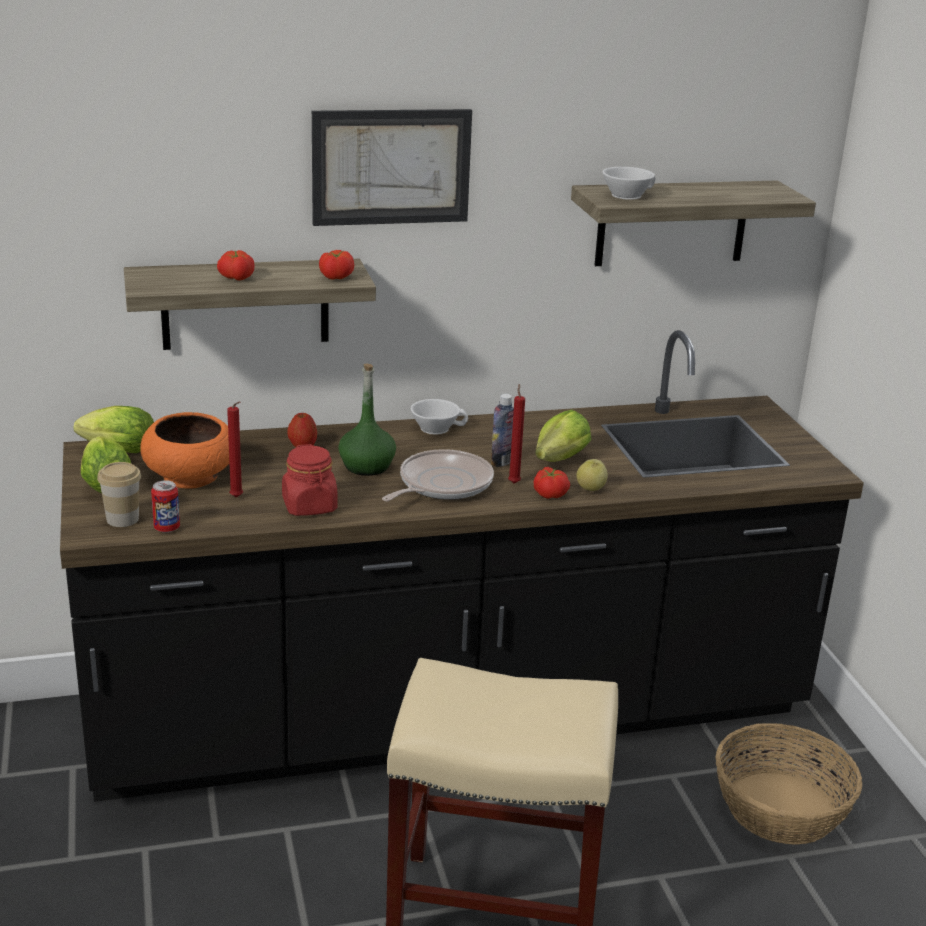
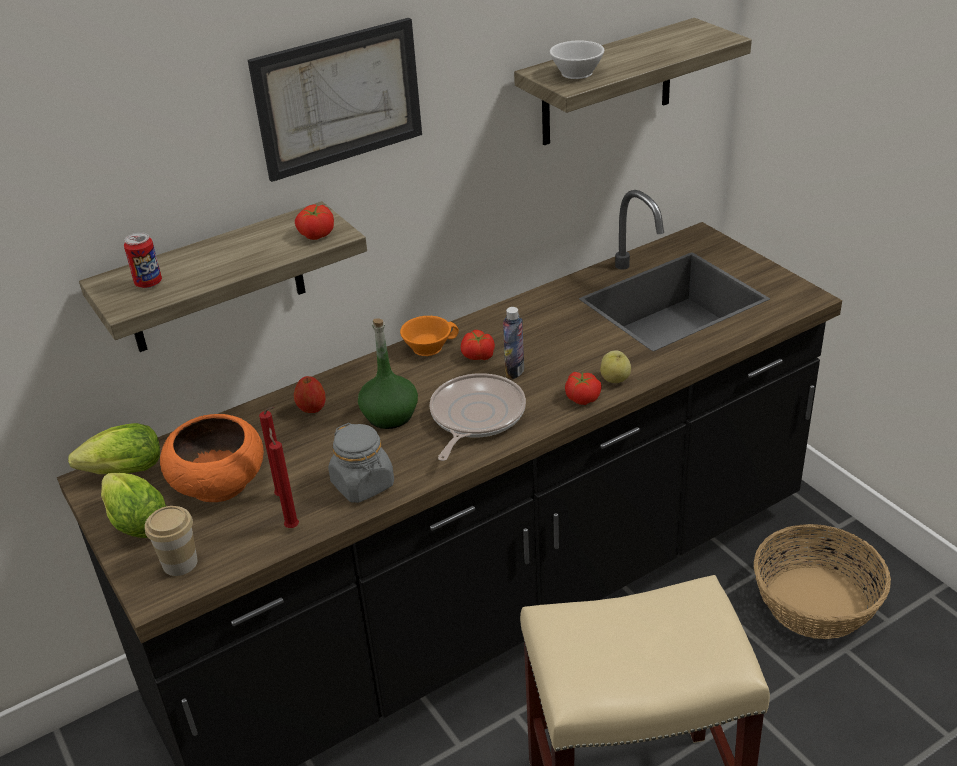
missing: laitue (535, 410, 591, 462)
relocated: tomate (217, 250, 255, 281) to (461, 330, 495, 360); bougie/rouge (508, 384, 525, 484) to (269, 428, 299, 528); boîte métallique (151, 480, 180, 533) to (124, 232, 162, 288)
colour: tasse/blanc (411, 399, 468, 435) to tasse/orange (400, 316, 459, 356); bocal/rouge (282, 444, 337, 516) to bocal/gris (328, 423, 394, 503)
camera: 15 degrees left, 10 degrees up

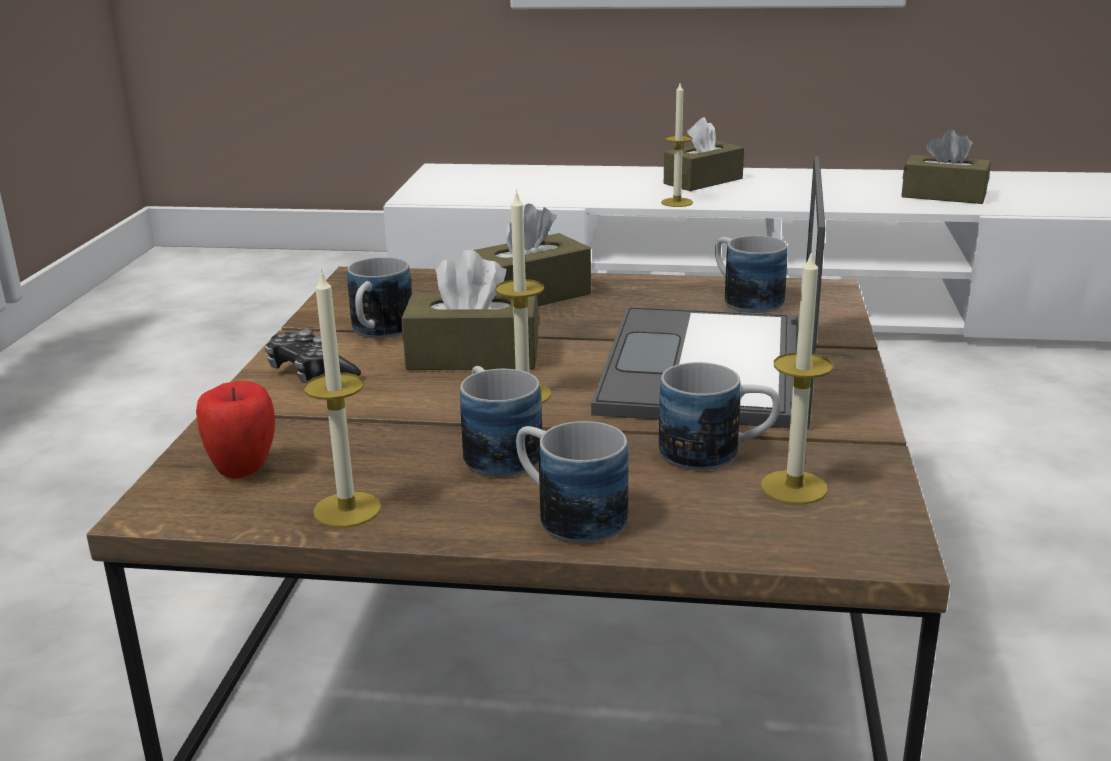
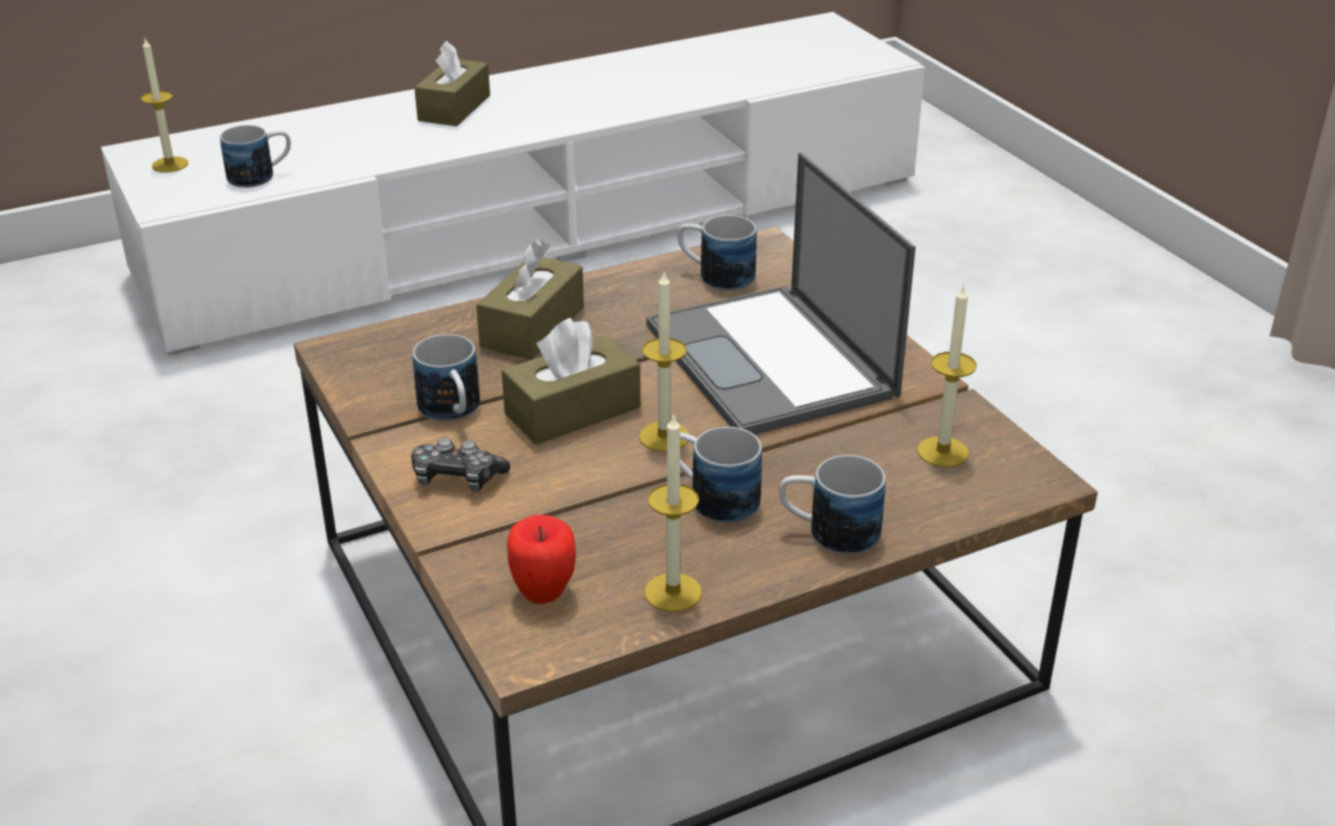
missing: boîte à mouchoirs/marron (901, 129, 991, 204)
relocated: bougie (661, 83, 693, 207) to (141, 39, 188, 173); mug (659, 362, 780, 470) to (220, 125, 291, 188)
camera: 35 degrees left, 10 degrees up

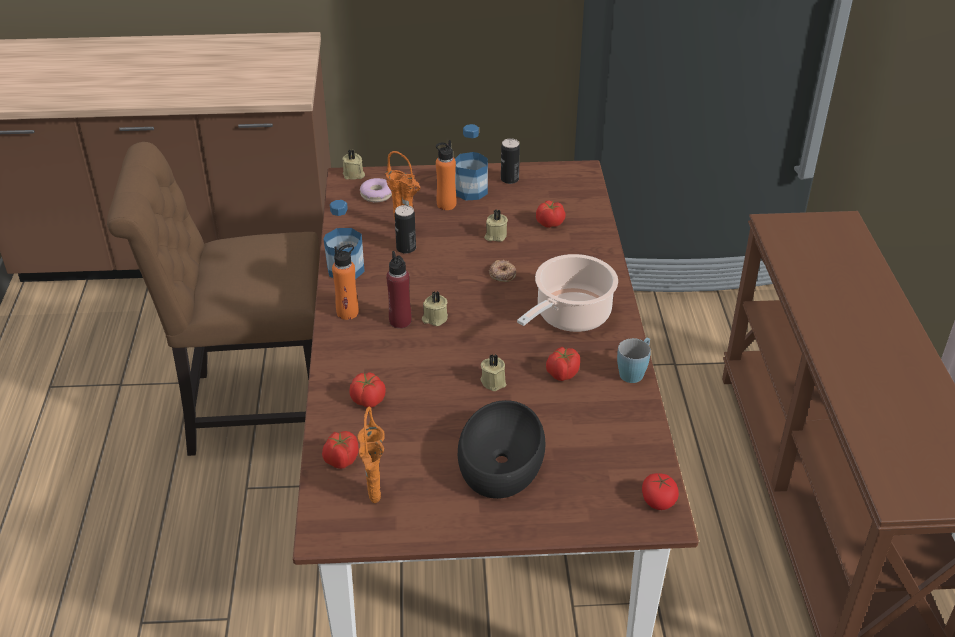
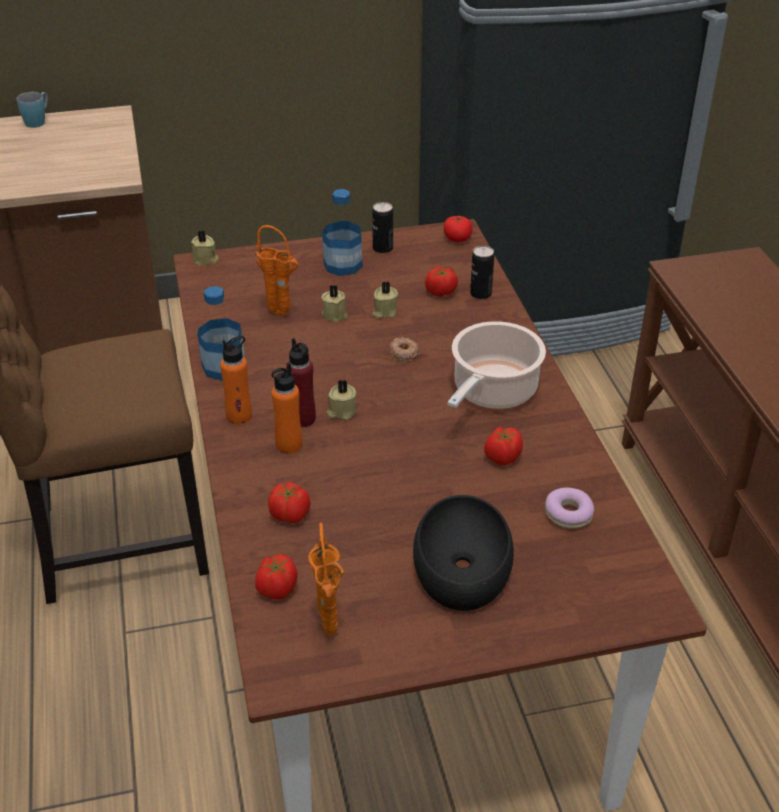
relocated: bouteille/orange (436, 140, 456, 210) to (271, 363, 302, 454); beignet (360, 178, 392, 202) to (545, 488, 594, 529); boîte métallique (395, 205, 416, 254) to (470, 246, 494, 299); mug/bleu (617, 338, 651, 383) to (17, 92, 48, 128); bougie/beige (481, 354, 506, 391) to (321, 285, 348, 322); tomate (642, 473, 679, 510) to (444, 216, 472, 242)
camera: 10 degrees left, 0 degrees up

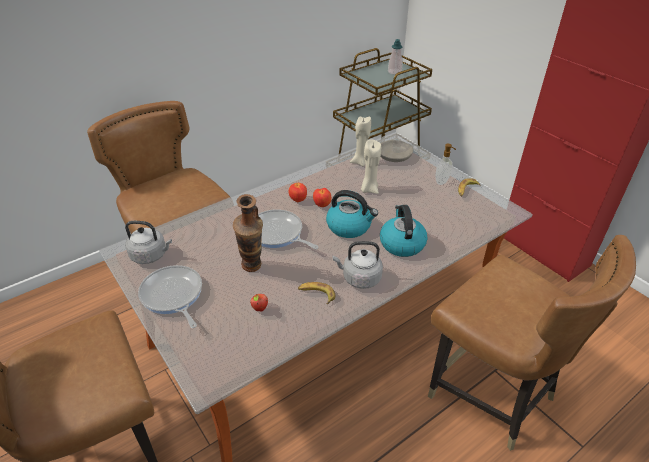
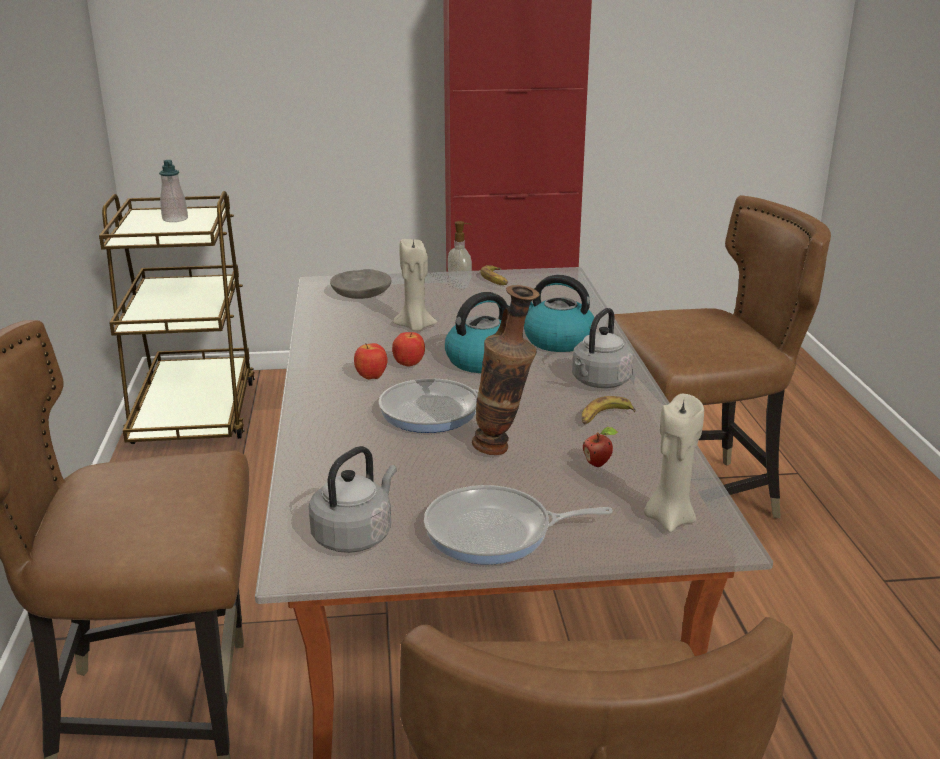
relocated: bougie/beige (350, 116, 371, 167) to (644, 394, 704, 532)
camera: 60 degrees left, 15 degrees down

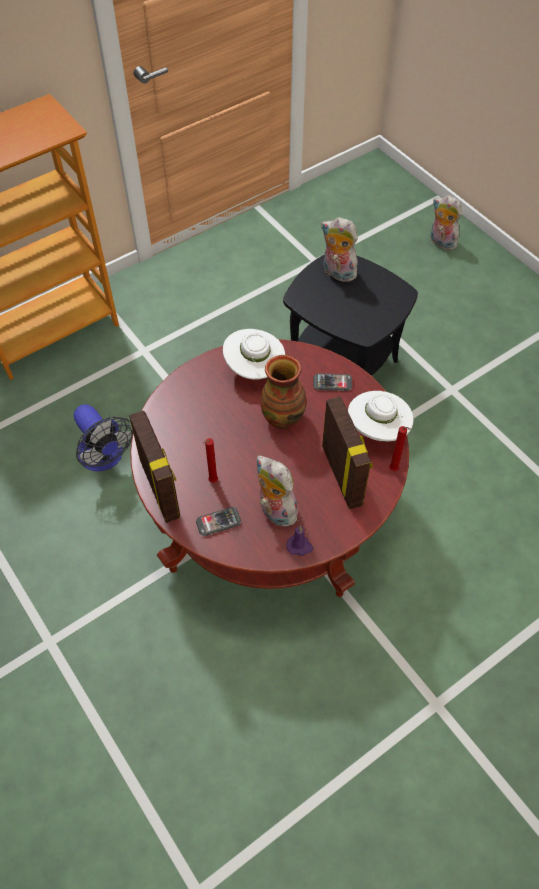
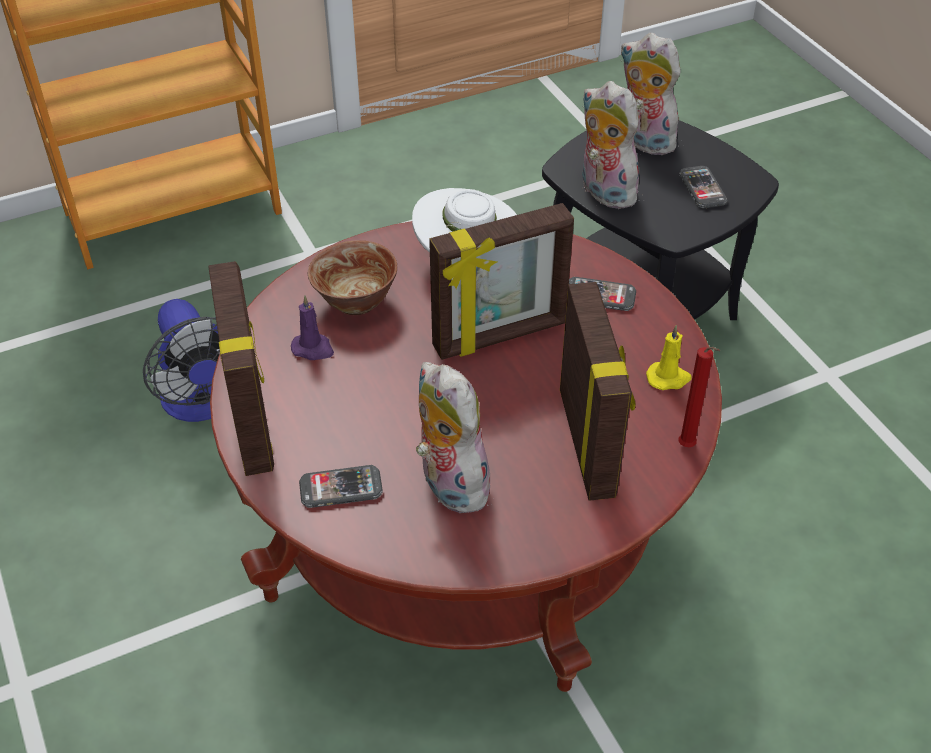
missing: bougie/rouge (203, 438, 218, 483)
appeared: téléphone (679, 166, 727, 208); bol (308, 240, 397, 315)
relocated: peluche (431, 195, 462, 250) to (582, 81, 639, 209); bougie/violet (286, 526, 313, 556) to (291, 295, 334, 360)
exchanged: vase (260, 355, 306, 429) to cadre photo (429, 203, 574, 360); chapeau/blanc (348, 391, 414, 442) to bougie/jaune (646, 325, 692, 390)
camera: 10 degrees right, 10 degrees down

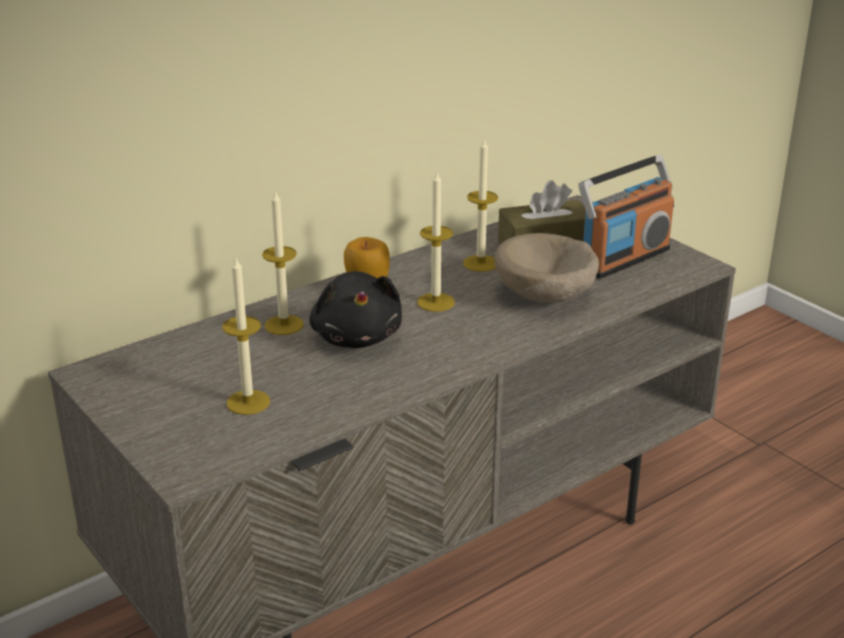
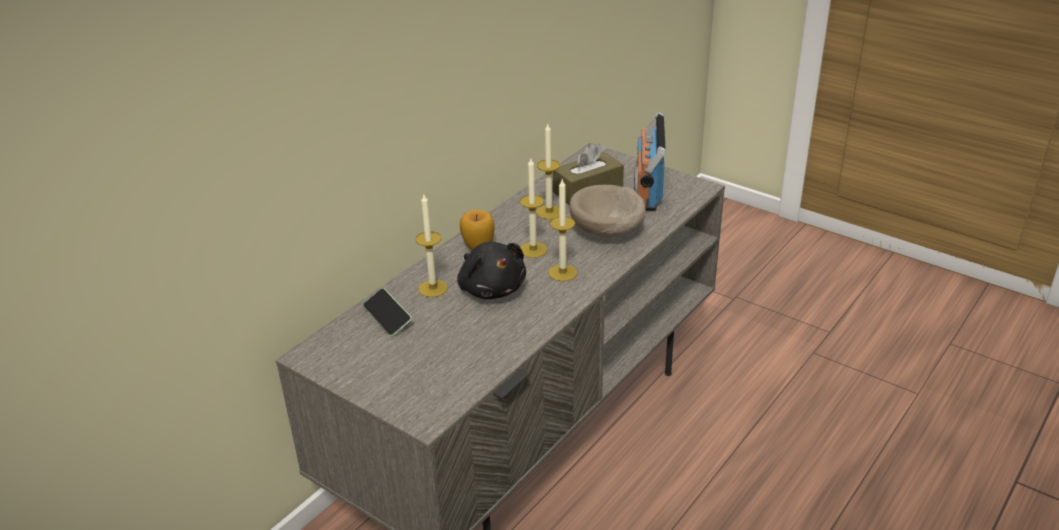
appeared: téléphone (363, 288, 412, 336)
relocated: bougie (223, 256, 270, 415) to (549, 179, 577, 281)
spun: radio (578, 154, 674, 279) = (634, 112, 666, 211) 150 degrees clockwise
camera: 15 degrees left, 5 degrees up

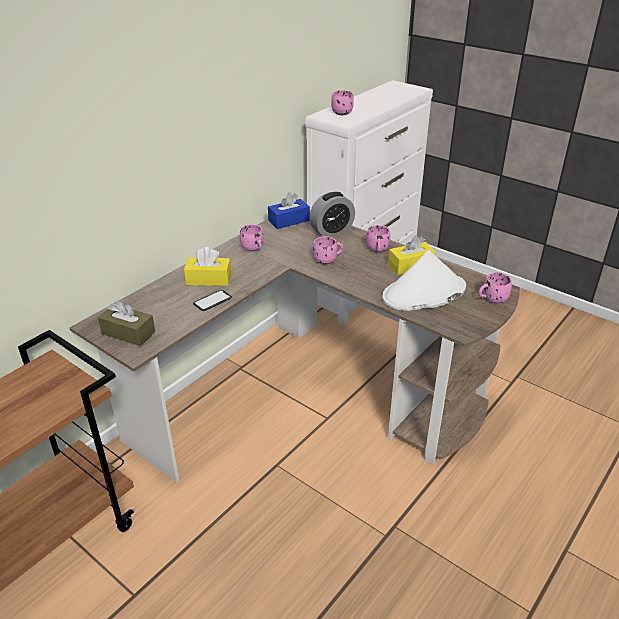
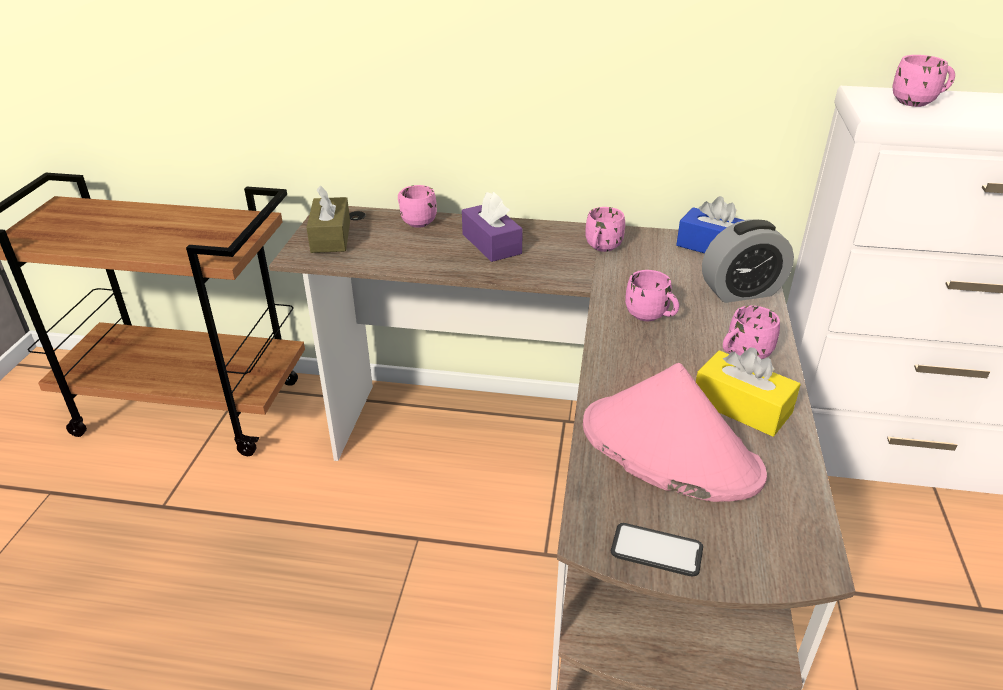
relocated: mug/rose (478, 273, 512, 303) to (398, 185, 437, 228); téléphone (193, 290, 232, 311) to (611, 523, 703, 576)
colour: boîte à mouchoirs/jaune (184, 247, 231, 286) to boîte à mouchoirs/violet (462, 192, 523, 262); chapeau/blanc (382, 250, 466, 311) to chapeau/rose (583, 363, 767, 502)
spun: réveil (309, 192, 355, 236) = (702, 219, 794, 303) 45 degrees counterclockwise
camera: 60 degrees right, 0 degrees up

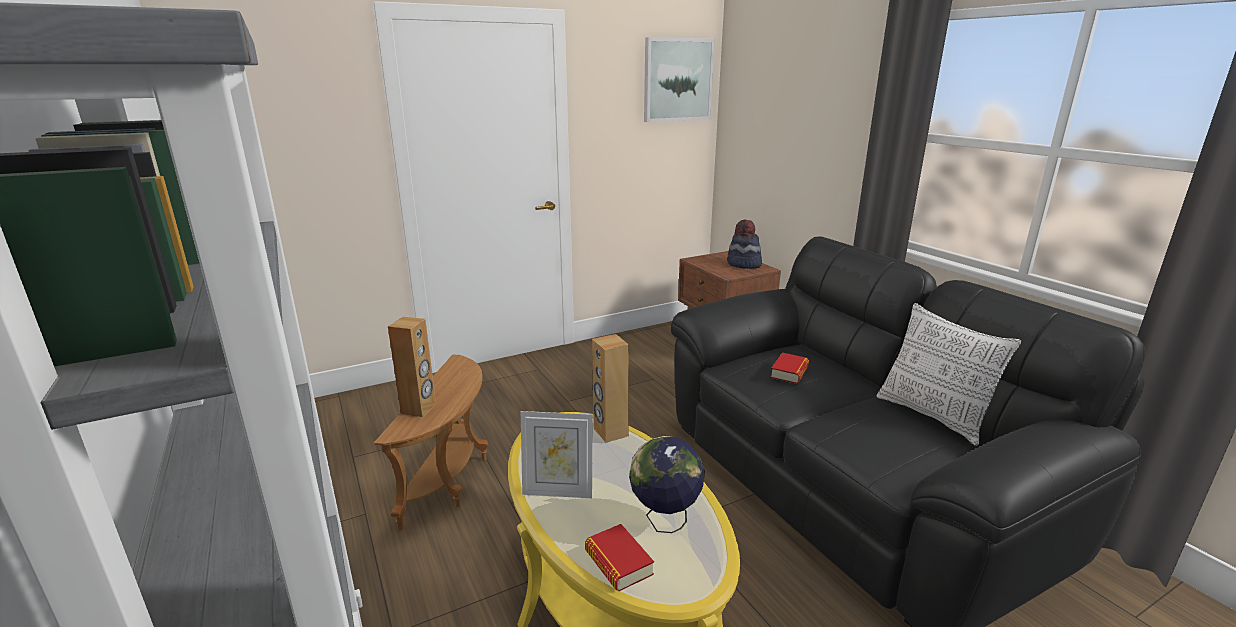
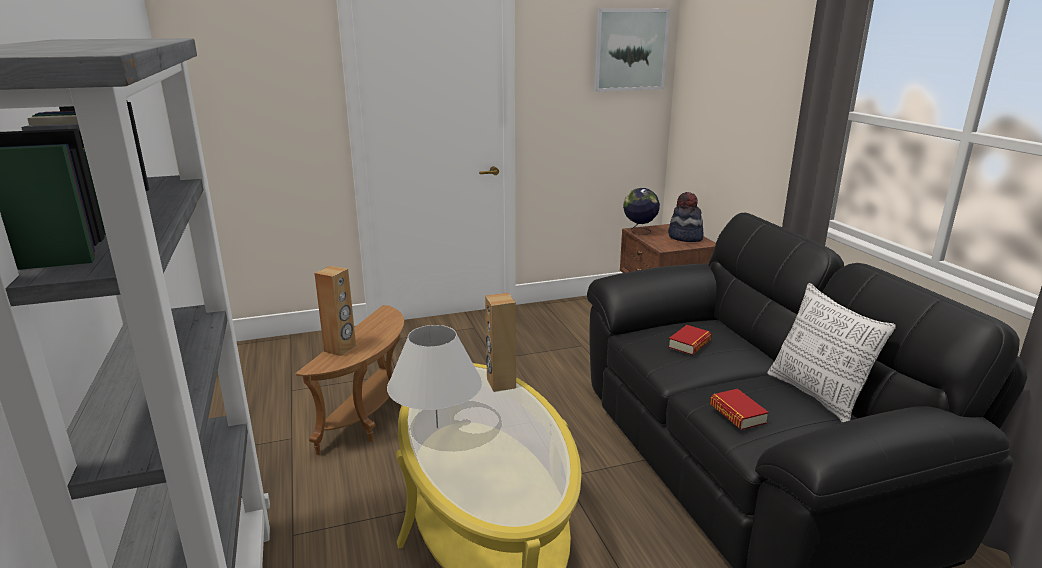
relocated: globe (629, 436, 705, 533) to (623, 188, 660, 235); livre (585, 524, 654, 591) to (710, 389, 769, 430)
exchanged: cadre photo (521, 411, 593, 498) to lampe de table/blanc (387, 325, 482, 428)
camera: 10 degrees right, 0 degrees up

